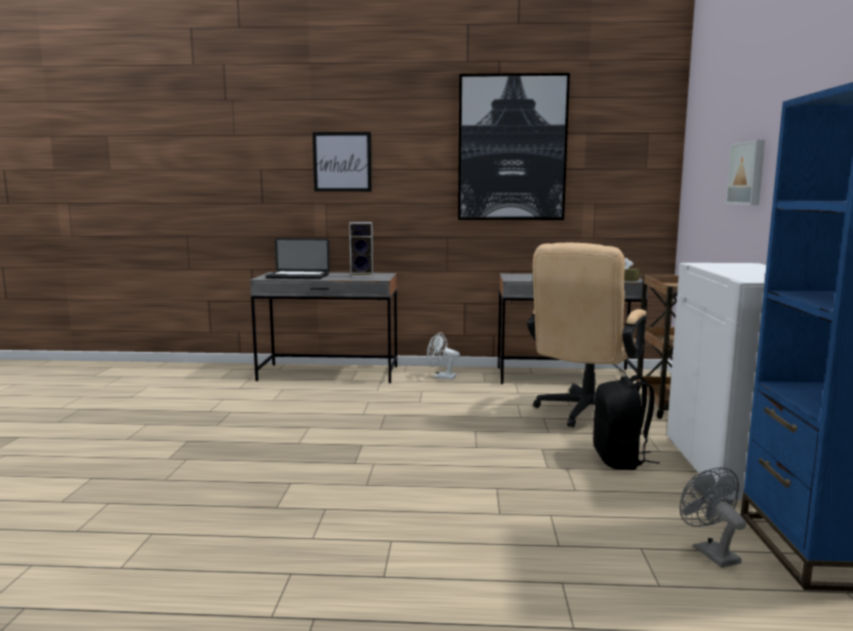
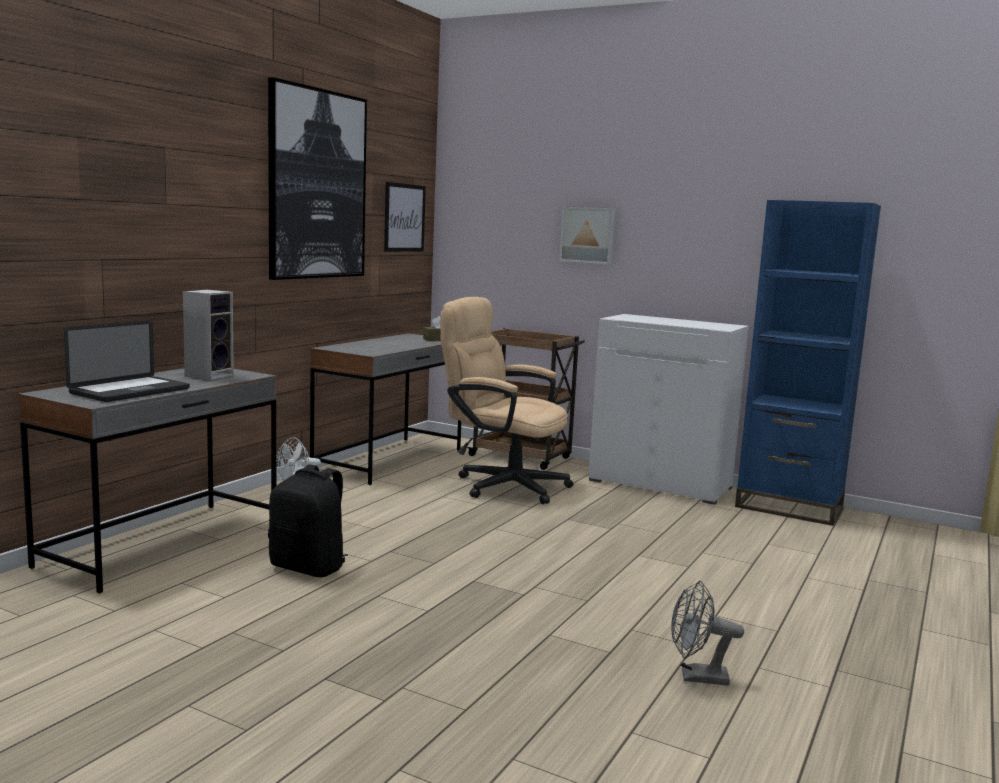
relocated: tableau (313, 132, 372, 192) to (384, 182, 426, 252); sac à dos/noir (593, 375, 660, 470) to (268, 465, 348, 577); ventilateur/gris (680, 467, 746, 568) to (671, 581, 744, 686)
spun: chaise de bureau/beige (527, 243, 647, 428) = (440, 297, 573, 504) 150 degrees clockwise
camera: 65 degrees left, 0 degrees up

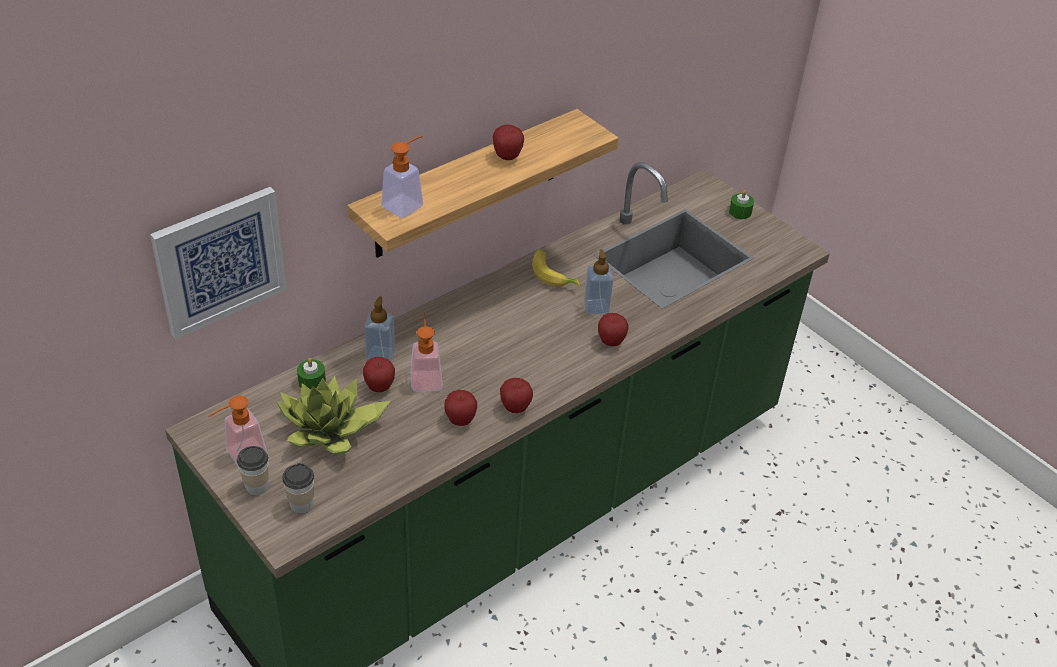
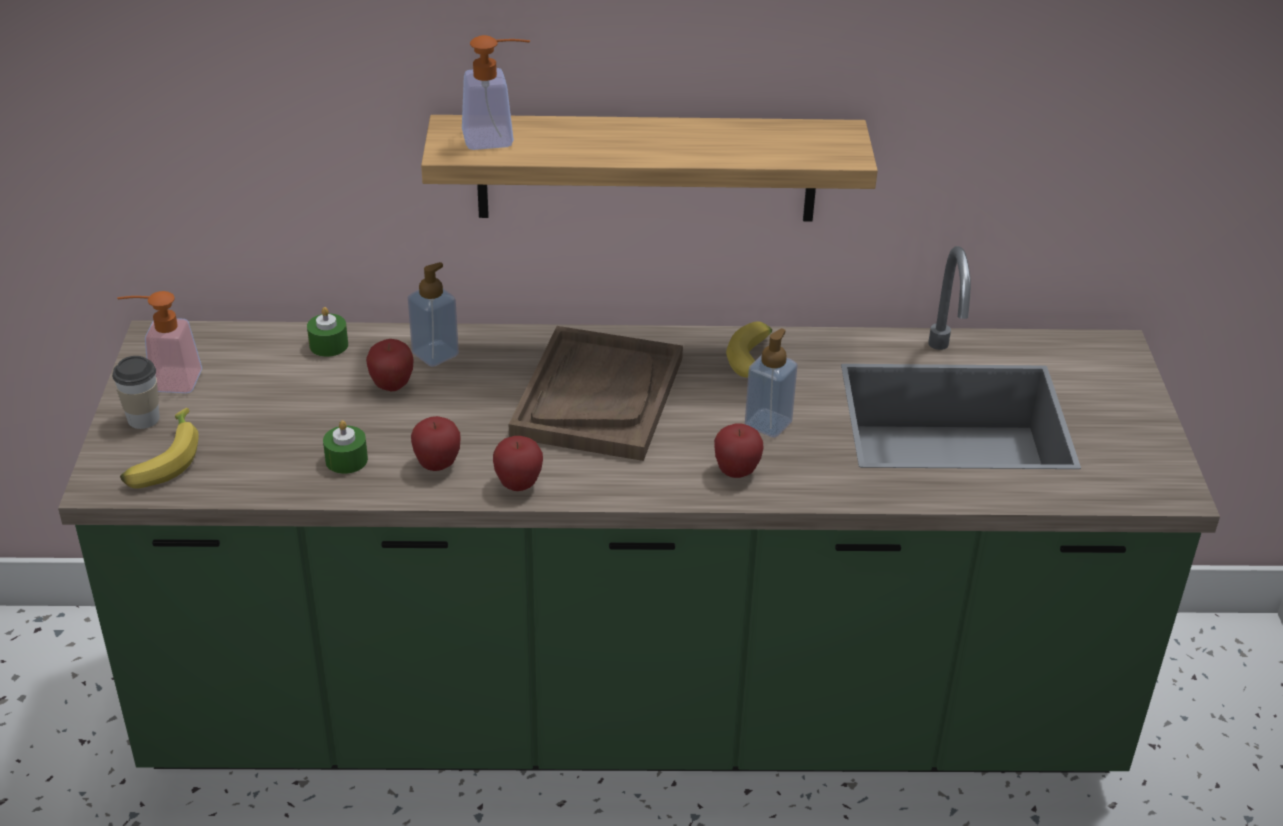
missing: pomme (492, 125, 524, 160); tableau (150, 187, 287, 339); distributeur de savon (410, 313, 443, 392); plante en pot (276, 376, 391, 455)
appeared: plateau/marron (509, 326, 683, 461)
relocated: bougie/vert (729, 190, 754, 219) to (323, 420, 368, 474)
exchanged: tasse (282, 463, 314, 514) to banane (120, 408, 199, 489)
camera: 40 degrees right, 5 degrees down

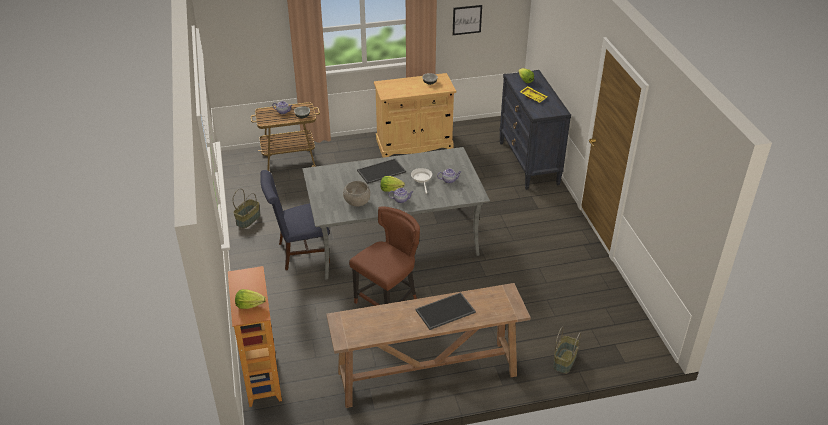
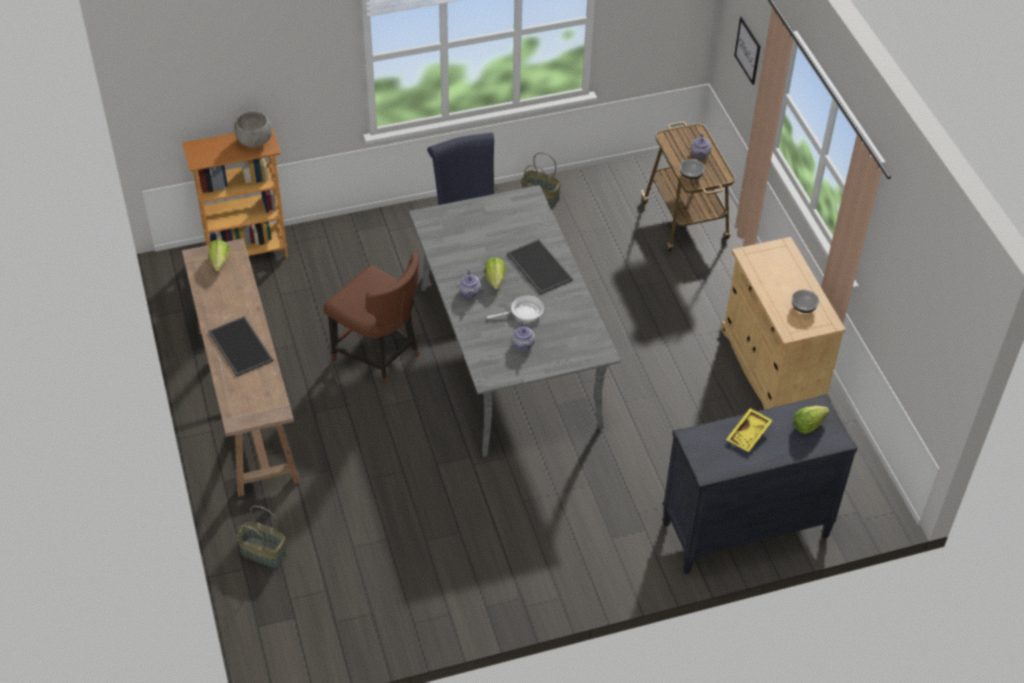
relocated: tableau (453, 5, 482, 35) to (734, 17, 761, 85); bol/gris (343, 181, 370, 206) to (234, 111, 272, 147); laitue (235, 289, 266, 309) to (209, 240, 230, 271)
camera: 85 degrees right, 10 degrees up

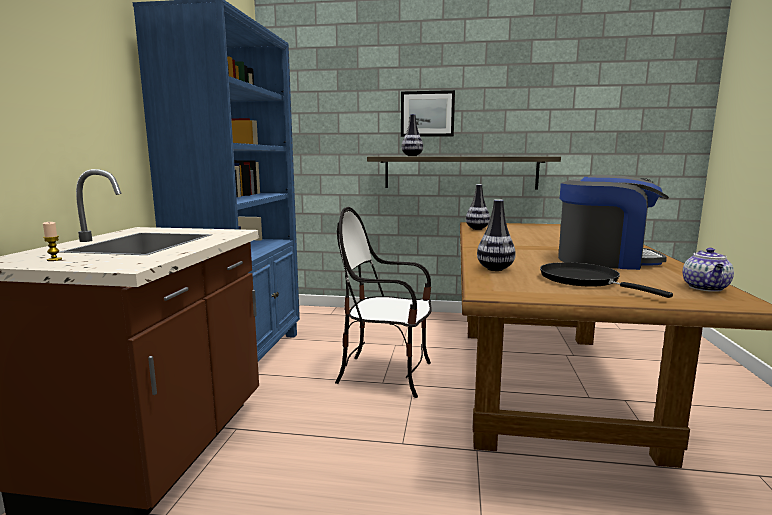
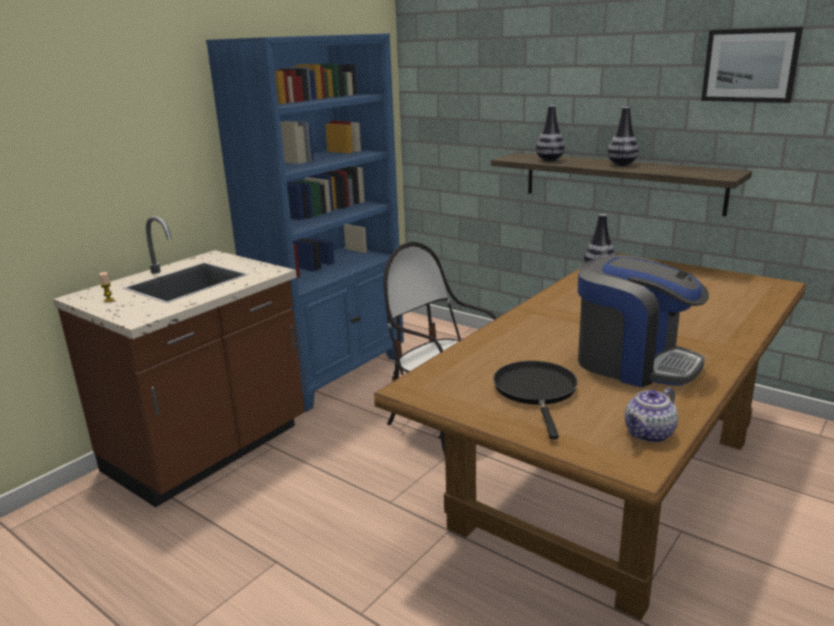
relocated: tableau (401, 90, 455, 137) to (701, 27, 803, 103); vase (477, 199, 516, 271) to (607, 107, 639, 166)
camera: 30 degrees right, 10 degrees up

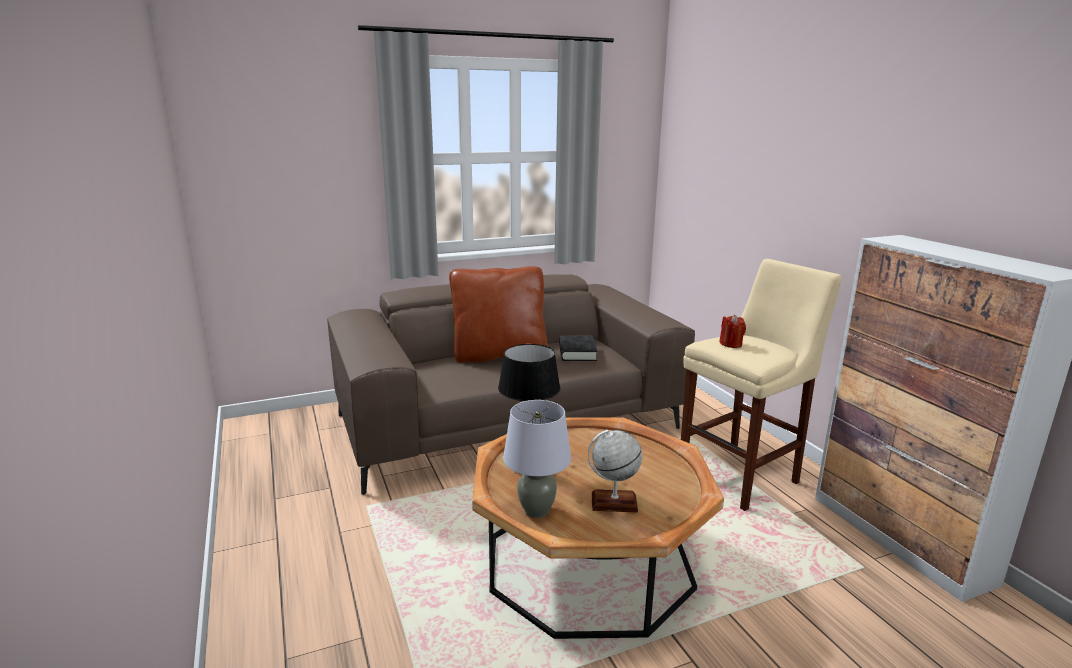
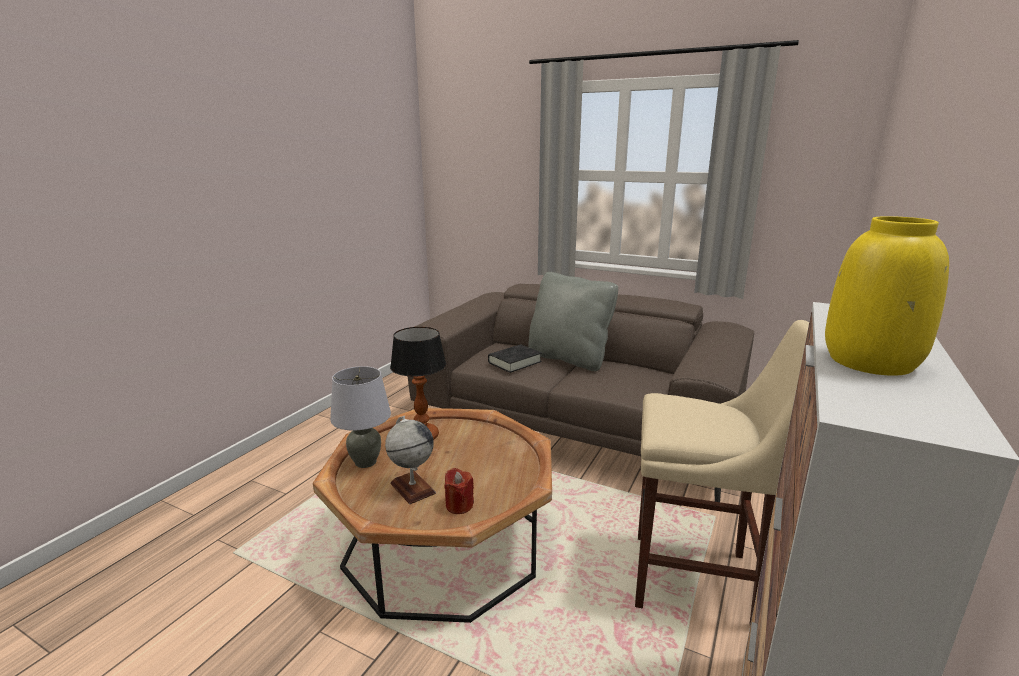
appeared: vase/jaune (825, 216, 949, 376)
relocated: bougie/rouge (719, 315, 746, 348) to (444, 468, 474, 514); livre/noir (559, 336, 597, 361) to (488, 344, 542, 373)
colour: coussin/marron (449, 266, 548, 363) to coussin/gris (528, 272, 618, 371)
camera: 50 degrees right, 0 degrees up

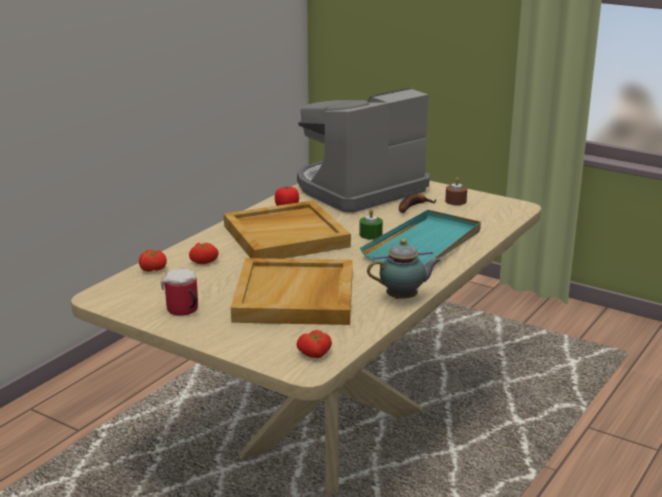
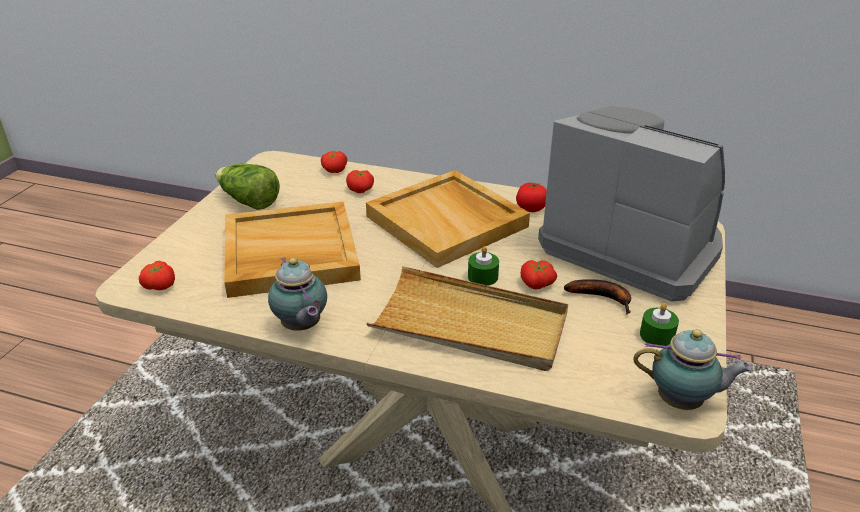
appeared: tomate (521, 260, 557, 289); théière (633, 329, 752, 410)
exchanged: mug (161, 269, 198, 316) to laitue (215, 163, 280, 210)
colour: bougie/marron (445, 177, 467, 205) to bougie/vert (640, 303, 679, 346); plateau/turquoise (360, 210, 481, 265) to plateau/beige (366, 266, 568, 371)
camera: 75 degrees right, 10 degrees up

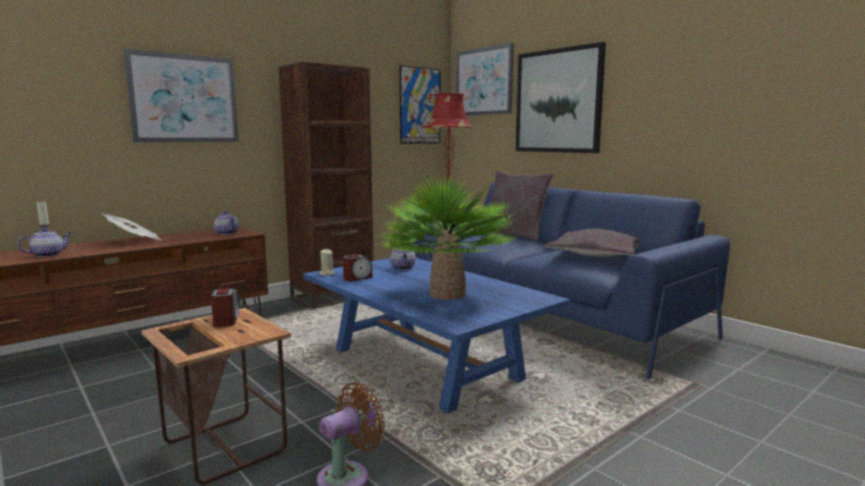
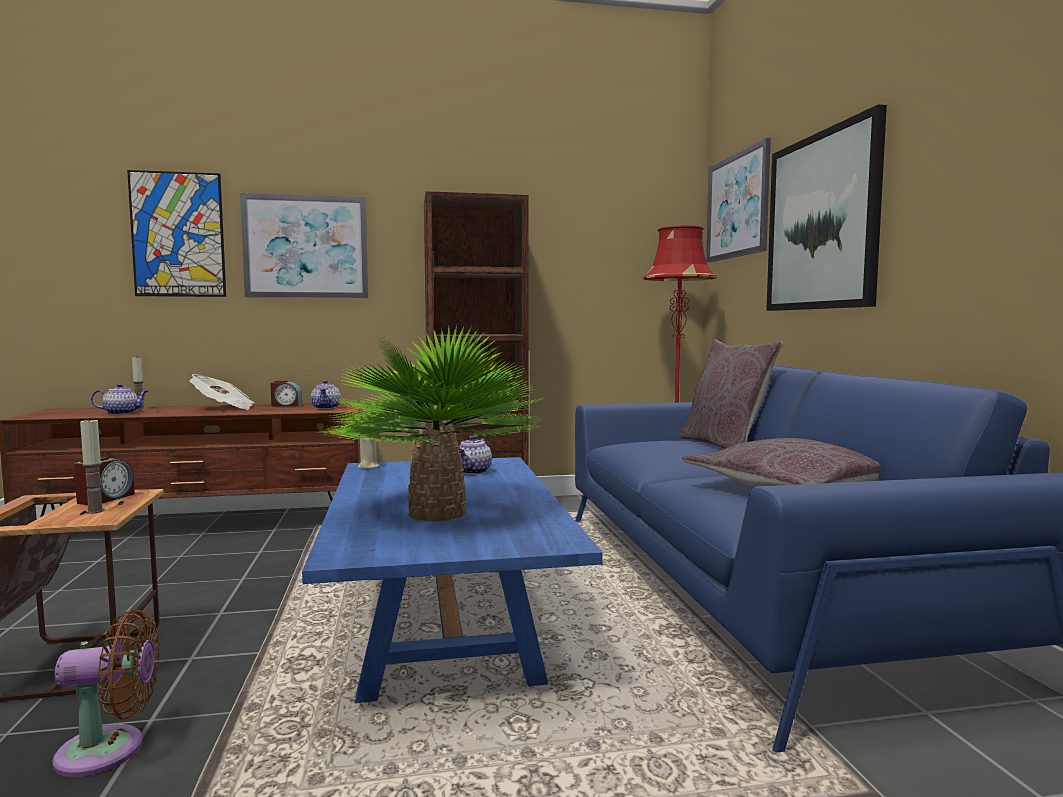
appeared: bougie (80, 418, 105, 514)
relocated: tableau (399, 65, 441, 144) to (127, 170, 226, 297); réveil (343, 254, 372, 281) to (270, 381, 302, 406)
camera: 30 degrees right, 5 degrees down

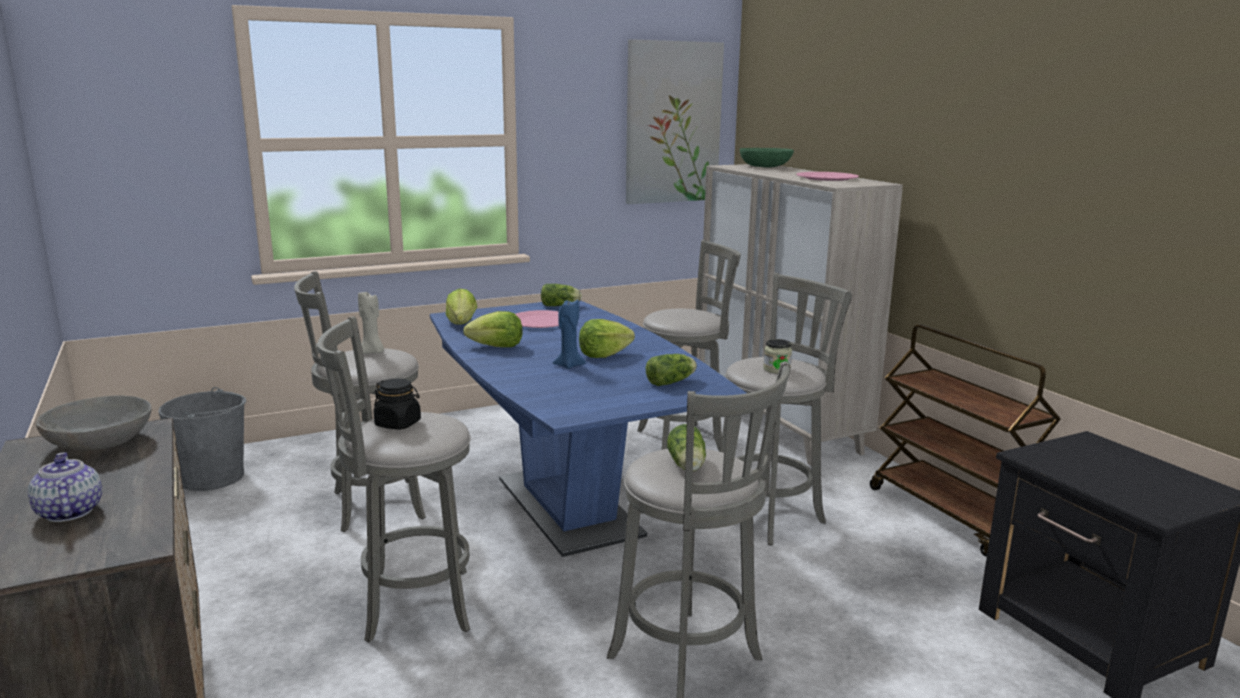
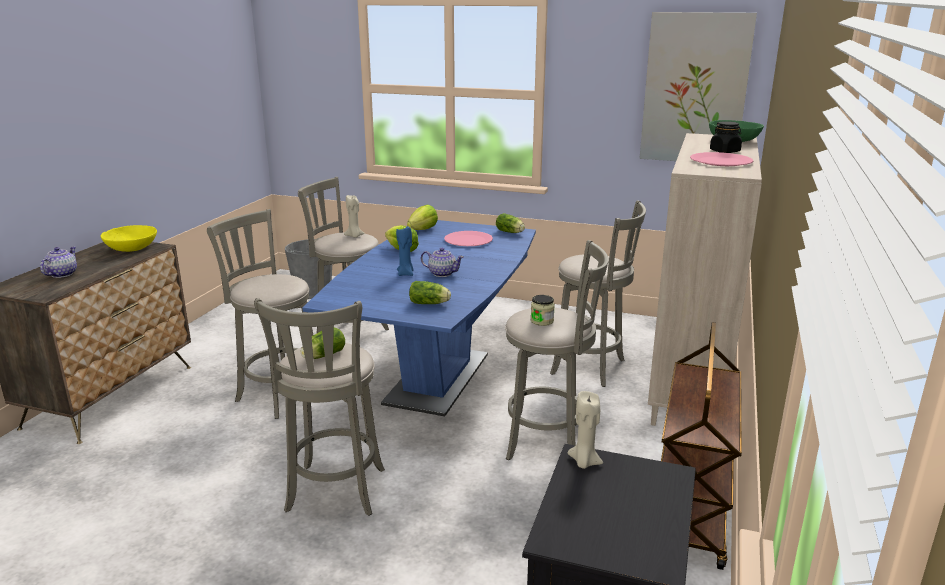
appeared: bougie/beige (568, 391, 603, 469)
relocated: bocal/noir (374, 378, 421, 430) to (710, 121, 742, 153)
exchanged: laitue (579, 319, 635, 358) to théière (421, 248, 464, 277)
colour: bol/gris (36, 395, 152, 451) to bol/jaune (101, 225, 157, 252)
camera: 45 degrees right, 5 degrees up

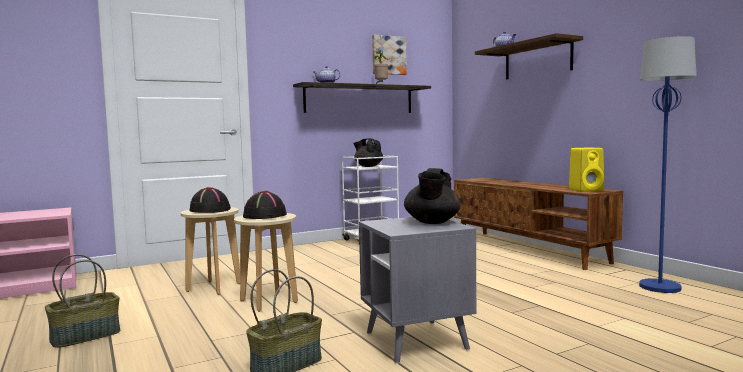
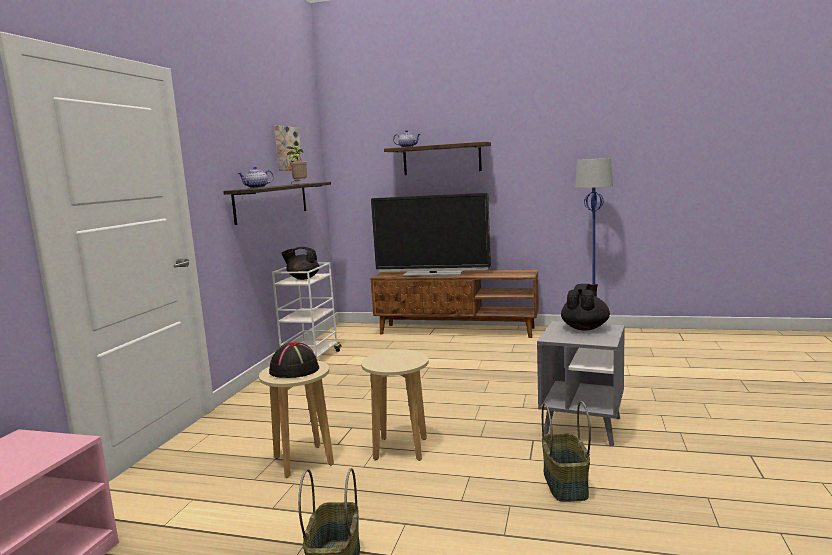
missing: enceinte/jaune (569, 147, 604, 191); chapeau/noir (243, 191, 287, 219)
appeared: téléviseur (371, 193, 491, 277)
spun: théière/noir (404, 168, 461, 224) = (561, 284, 610, 331) 120 degrees counterclockwise
camera: 45 degrees left, 5 degrees up

